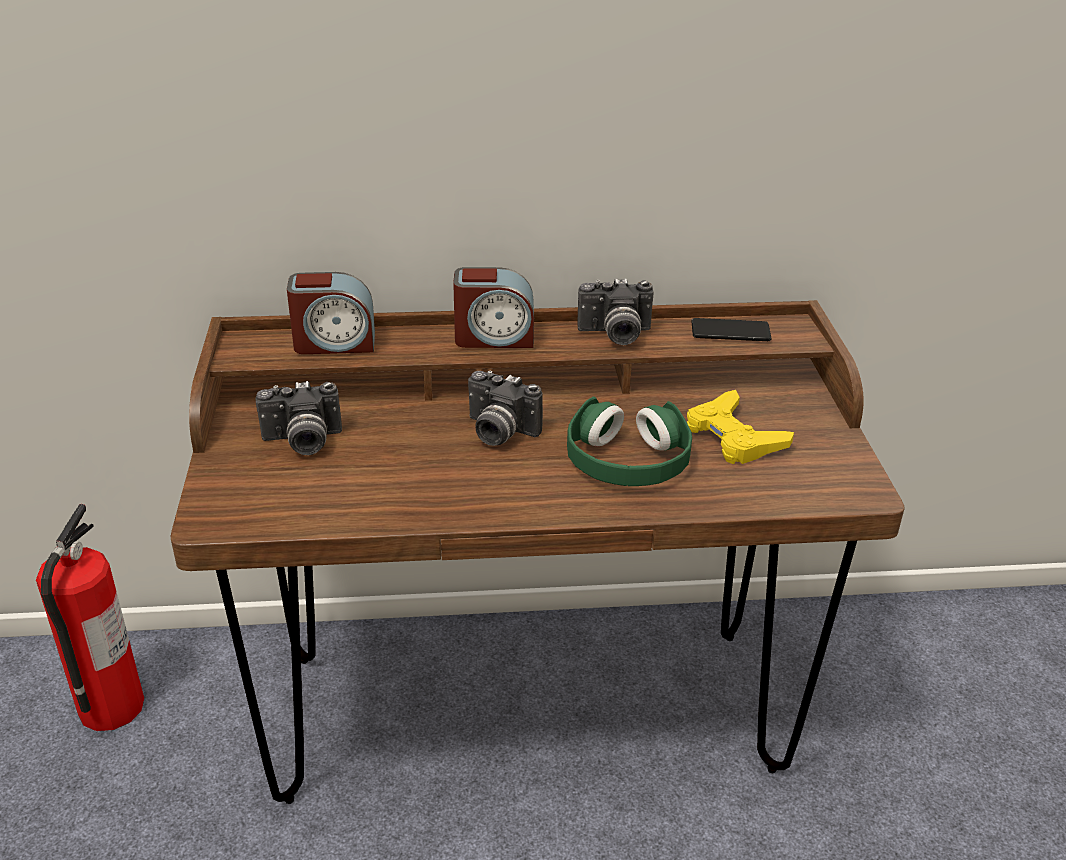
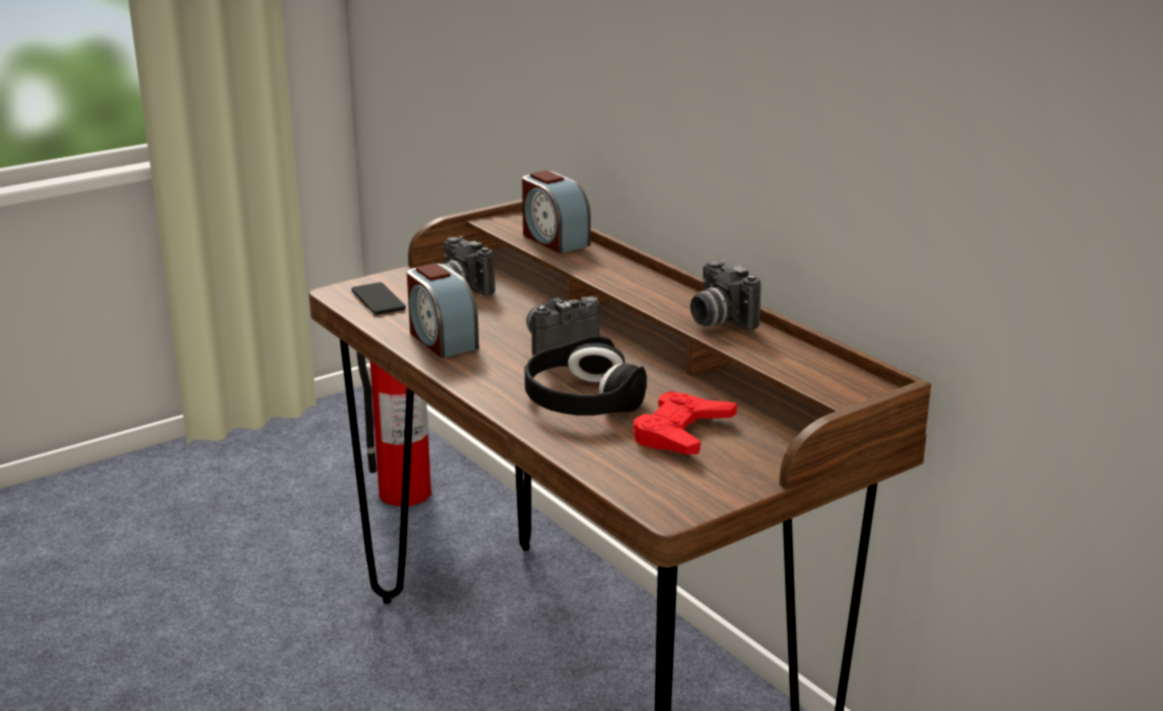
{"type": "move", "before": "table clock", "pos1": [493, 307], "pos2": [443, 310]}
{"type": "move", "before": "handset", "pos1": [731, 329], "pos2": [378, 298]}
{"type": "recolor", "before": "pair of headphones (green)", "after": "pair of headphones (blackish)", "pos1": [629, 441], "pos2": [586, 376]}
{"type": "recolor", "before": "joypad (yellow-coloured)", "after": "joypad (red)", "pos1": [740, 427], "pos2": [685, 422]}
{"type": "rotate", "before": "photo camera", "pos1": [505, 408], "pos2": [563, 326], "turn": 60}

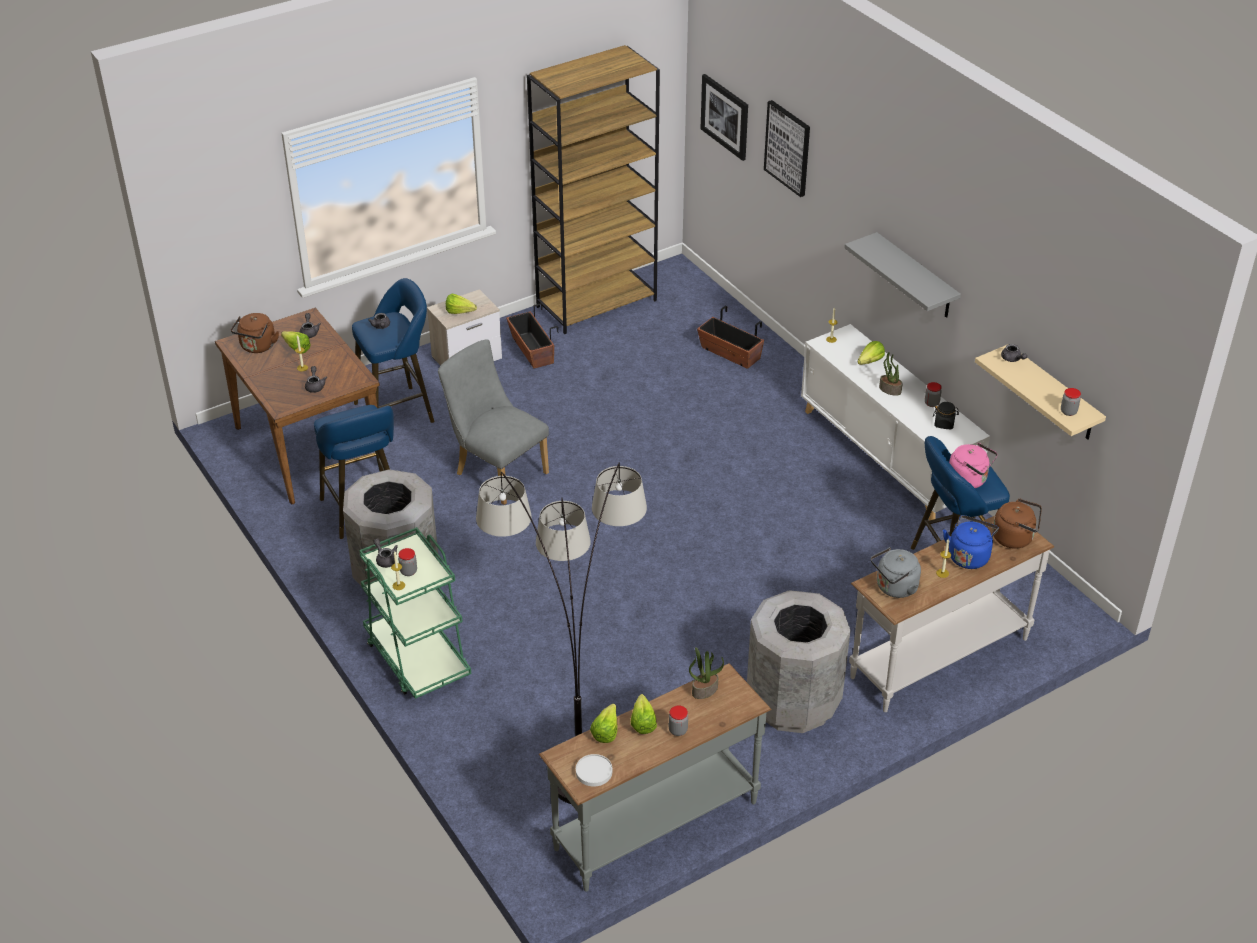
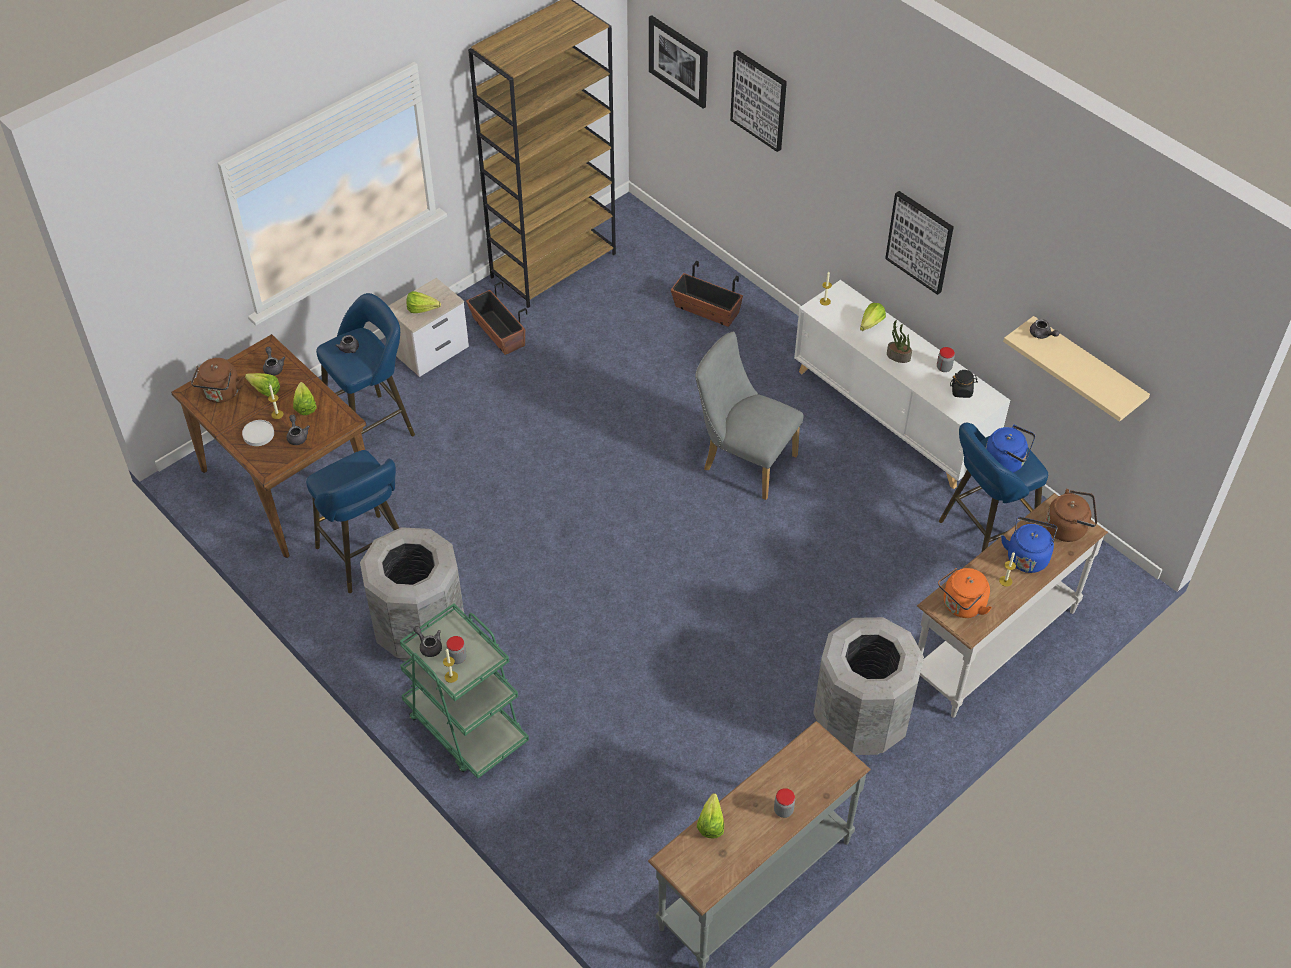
{"type": "delete", "before": "floor lamp", "pos1": [561, 633]}
{"type": "delete", "before": "plant in a pot", "pos1": [706, 673]}
{"type": "delete", "before": "preserve jar", "pos1": [1071, 402]}
{"type": "move", "before": "chair (grey)", "pos1": [493, 422], "pos2": [749, 416]}
{"type": "move", "before": "dinner plate (whitish)", "pos1": [594, 770], "pos2": [258, 433]}
{"type": "move", "before": "lettuce head", "pos1": [644, 714], "pos2": [305, 398]}
{"type": "replace", "before": "bracket shelf (grey)", "after": "wall art", "pos1": [902, 275], "pos2": [919, 243]}
{"type": "recolor", "before": "kettle (grey)", "after": "kettle (orange-coloured)", "pos1": [896, 572], "pos2": [965, 593]}
{"type": "recolor", "before": "kettle (pink)", "after": "kettle (blue)", "pos1": [973, 465], "pos2": [1010, 448]}

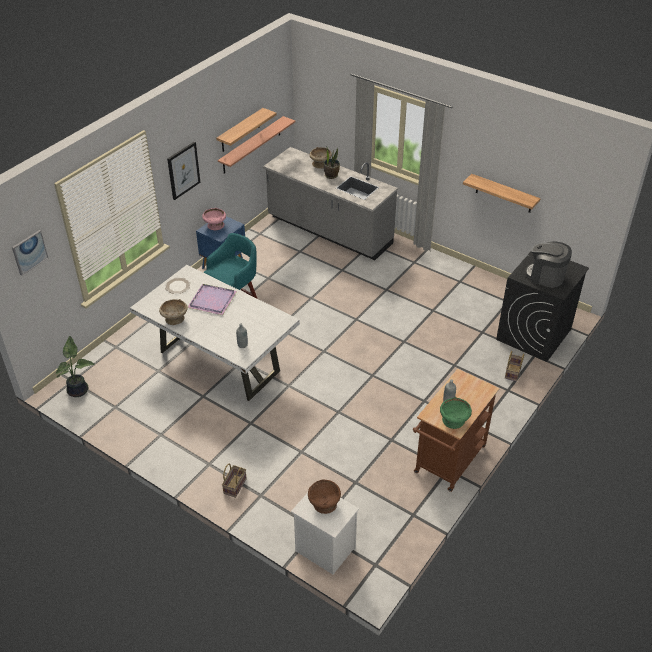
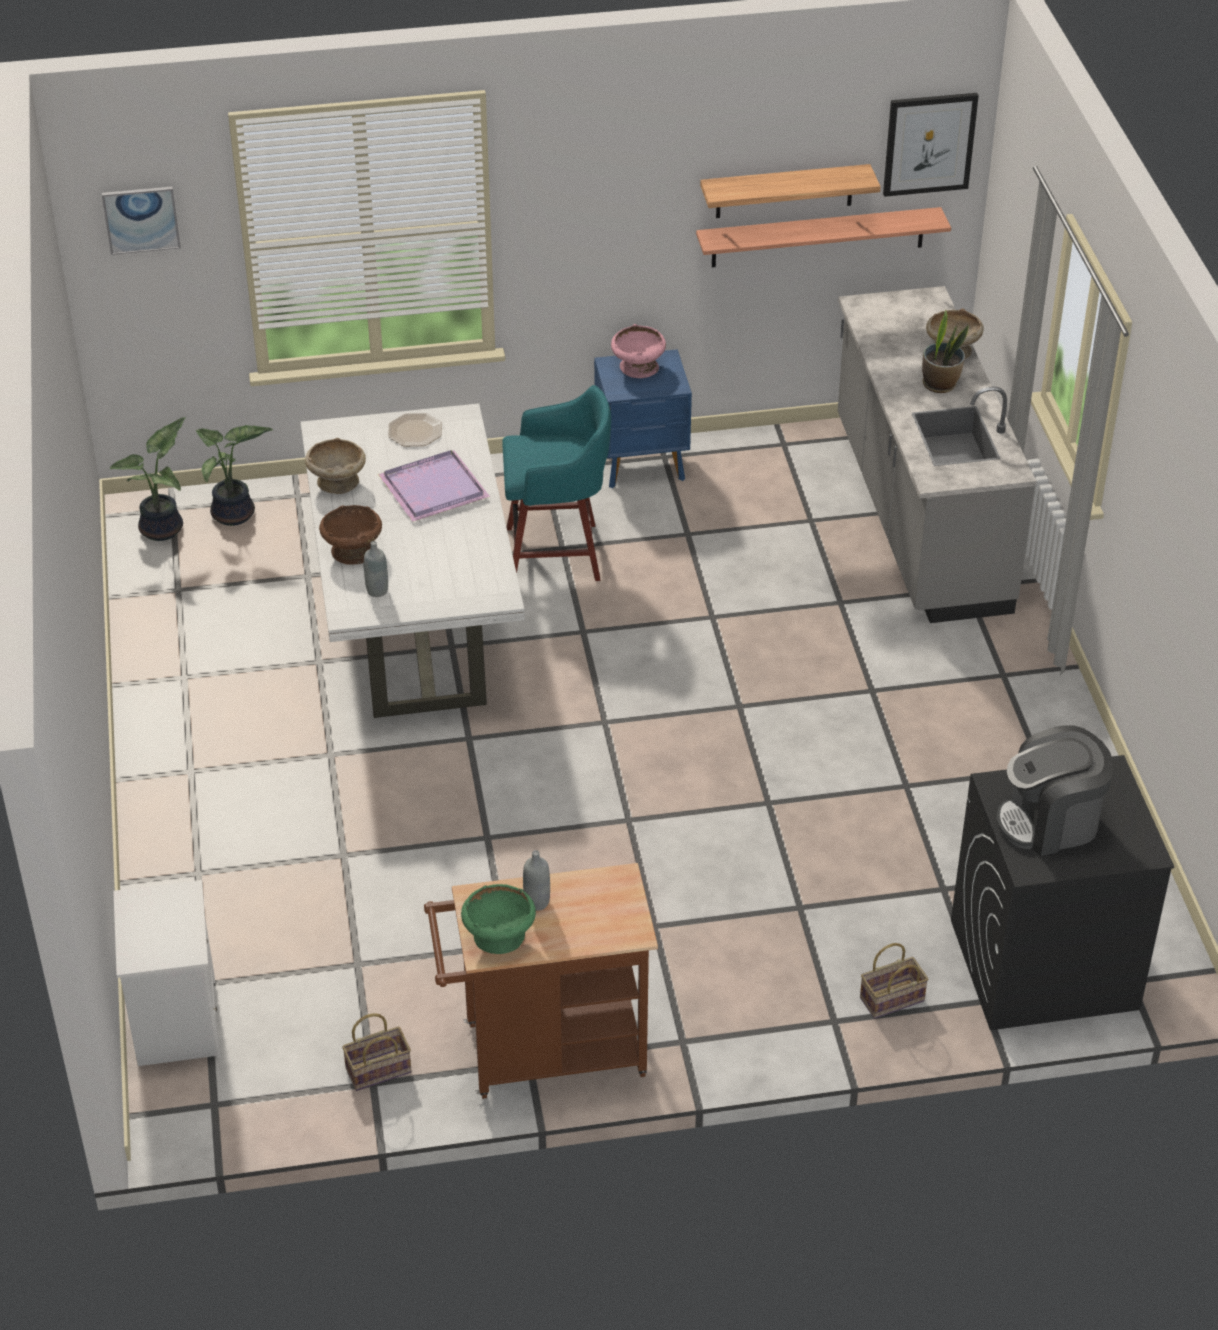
{"type": "delete", "before": "bracket shelf", "pos1": [502, 193]}
{"type": "insert", "after": "plant in a pot", "pos2": [234, 475]}
{"type": "move", "before": "wall art", "pos1": [184, 171], "pos2": [931, 145]}
{"type": "move", "before": "storage basket", "pos1": [234, 480], "pos2": [377, 1052]}
{"type": "move", "before": "serving bowl (brownish)", "pos1": [324, 496], "pos2": [350, 535]}
{"type": "rotate", "before": "coffee maker", "pos1": [548, 264], "pos2": [1054, 790], "turn": -90}

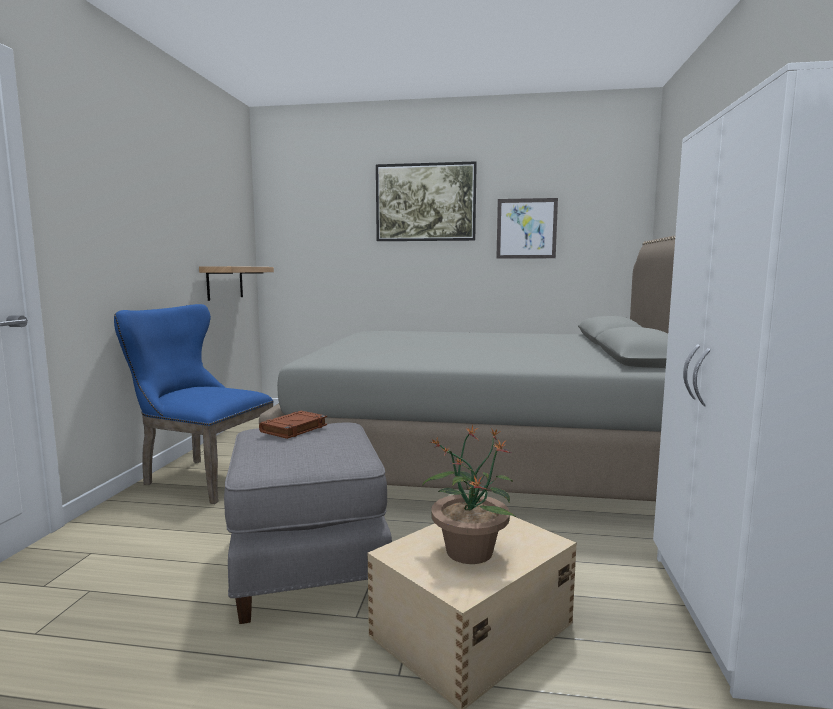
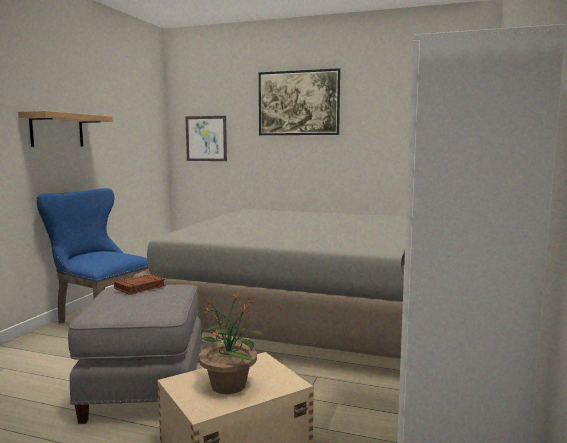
{"type": "move", "before": "bracket shelf", "pos1": [236, 283], "pos2": [65, 129]}
{"type": "move", "before": "wall art", "pos1": [527, 228], "pos2": [206, 138]}

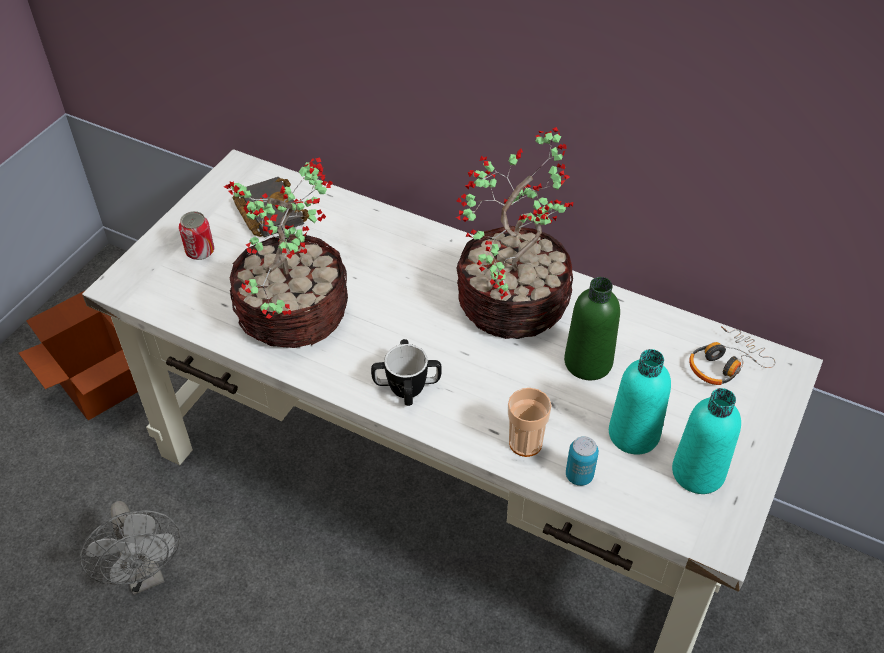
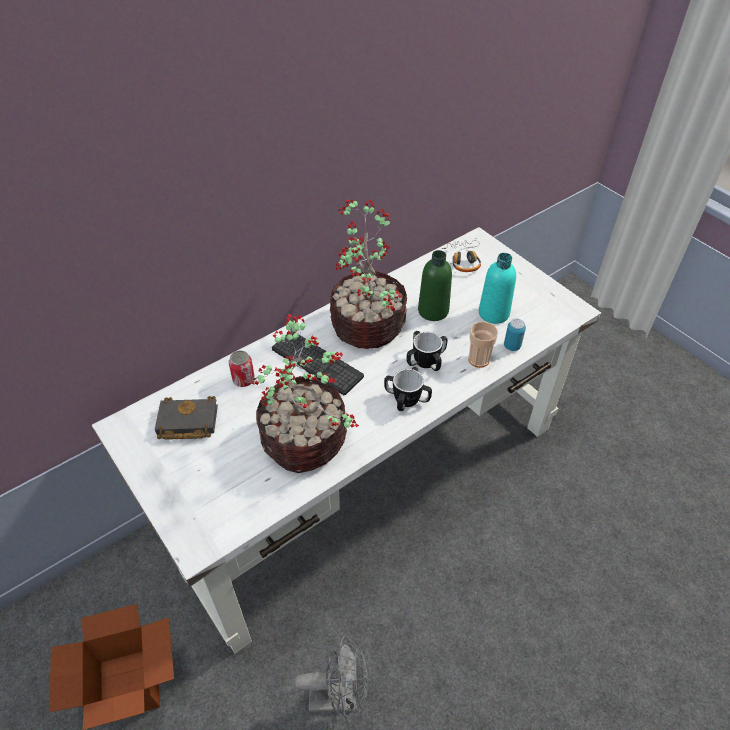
{"type": "delete", "before": "drink bottle (turquoise)", "pos1": [706, 441]}
{"type": "insert", "after": "keyboard", "pos2": [318, 363]}
{"type": "insert", "after": "mug", "pos2": [426, 351]}
{"type": "move", "before": "sealed can", "pos1": [196, 235], "pos2": [242, 369]}

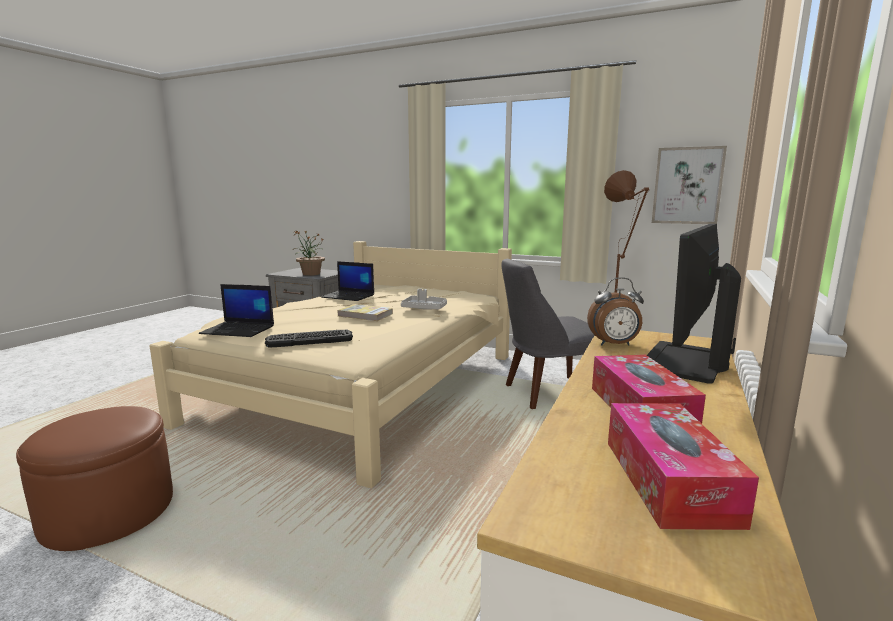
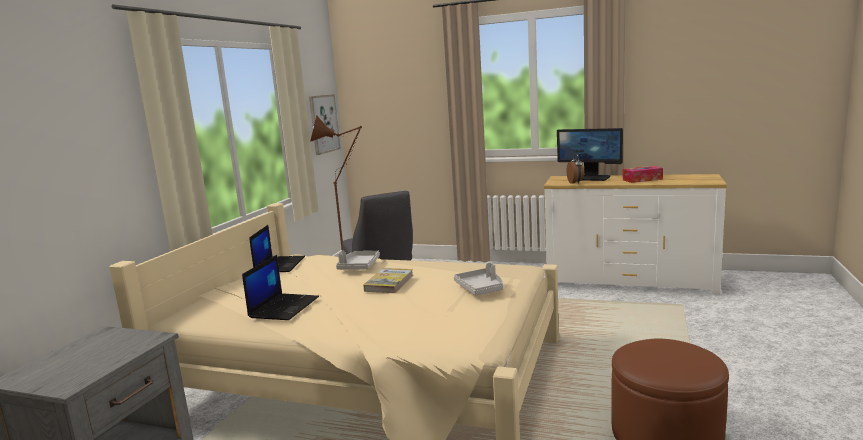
{"type": "delete", "before": "plant in a pot", "pos1": [308, 253]}
{"type": "delete", "before": "box of tissues", "pos1": [683, 466]}
{"type": "move", "before": "notebook computer", "pos1": [236, 310], "pos2": [277, 248]}
{"type": "replace", "before": "keyboard", "after": "tray (grey)", "pos1": [309, 338], "pos2": [478, 278]}

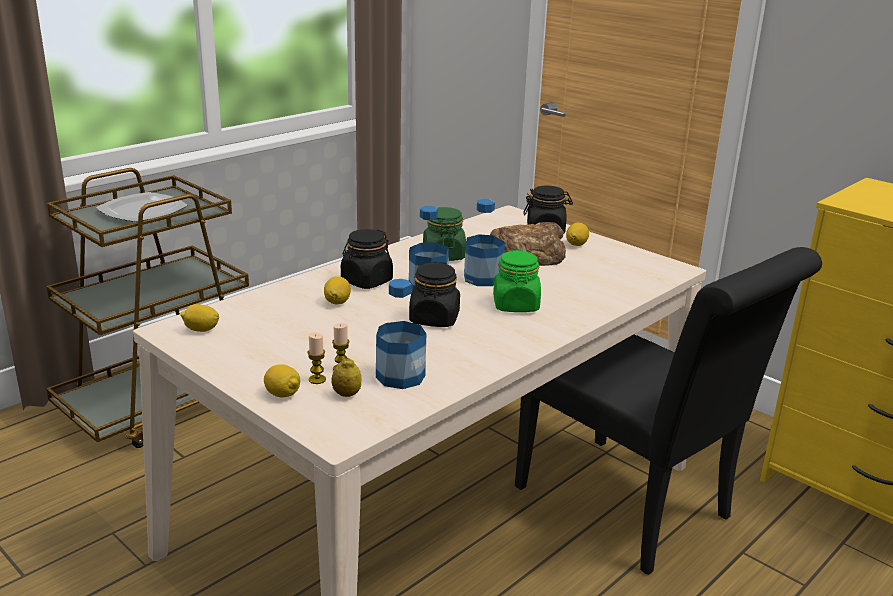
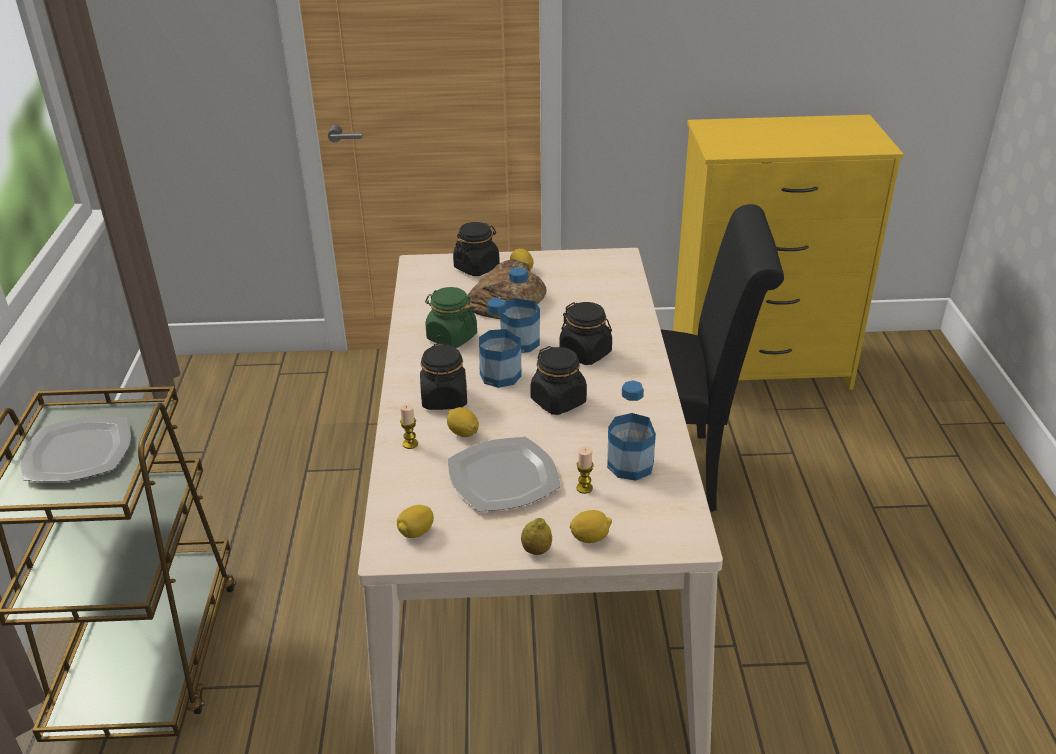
{"type": "insert", "after": "dinner plate", "pos2": [504, 474]}
{"type": "move", "before": "wax light", "pos1": [316, 358], "pos2": [409, 426]}
{"type": "move", "before": "whole lemon", "pos1": [346, 377], "pos2": [536, 536]}
{"type": "recolor", "before": "preserve jar (green)", "after": "preserve jar (blackish)", "pos1": [517, 281], "pos2": [586, 333]}

